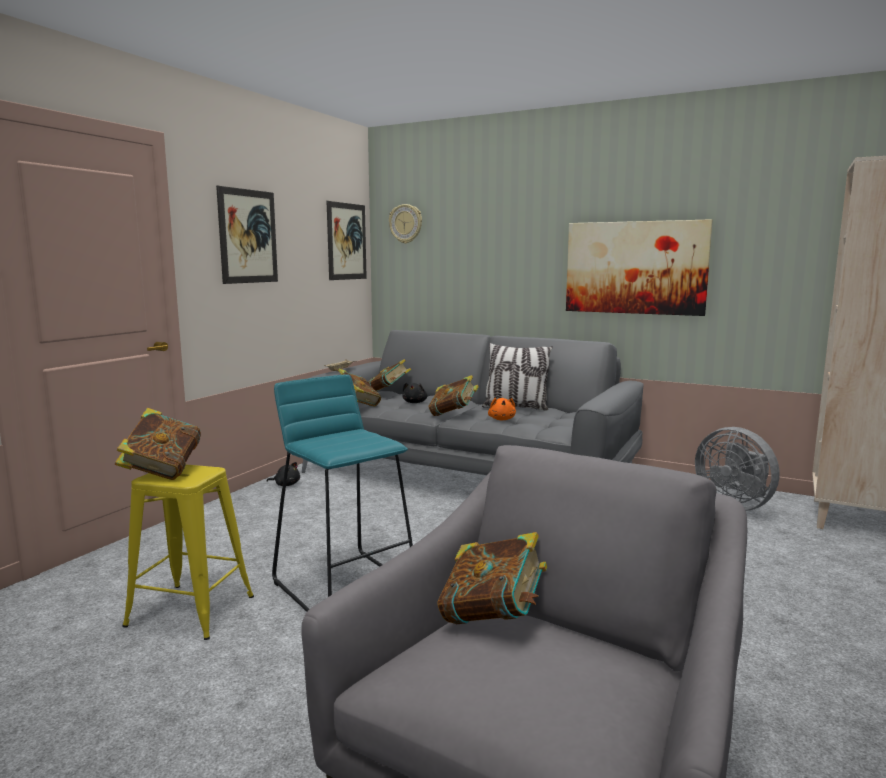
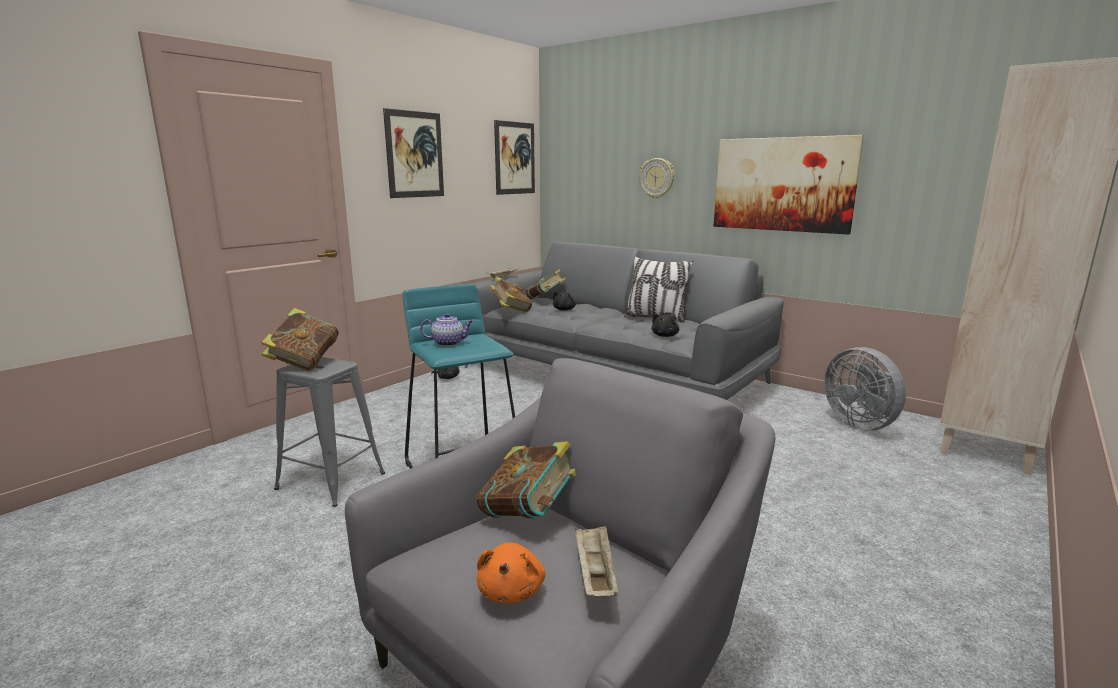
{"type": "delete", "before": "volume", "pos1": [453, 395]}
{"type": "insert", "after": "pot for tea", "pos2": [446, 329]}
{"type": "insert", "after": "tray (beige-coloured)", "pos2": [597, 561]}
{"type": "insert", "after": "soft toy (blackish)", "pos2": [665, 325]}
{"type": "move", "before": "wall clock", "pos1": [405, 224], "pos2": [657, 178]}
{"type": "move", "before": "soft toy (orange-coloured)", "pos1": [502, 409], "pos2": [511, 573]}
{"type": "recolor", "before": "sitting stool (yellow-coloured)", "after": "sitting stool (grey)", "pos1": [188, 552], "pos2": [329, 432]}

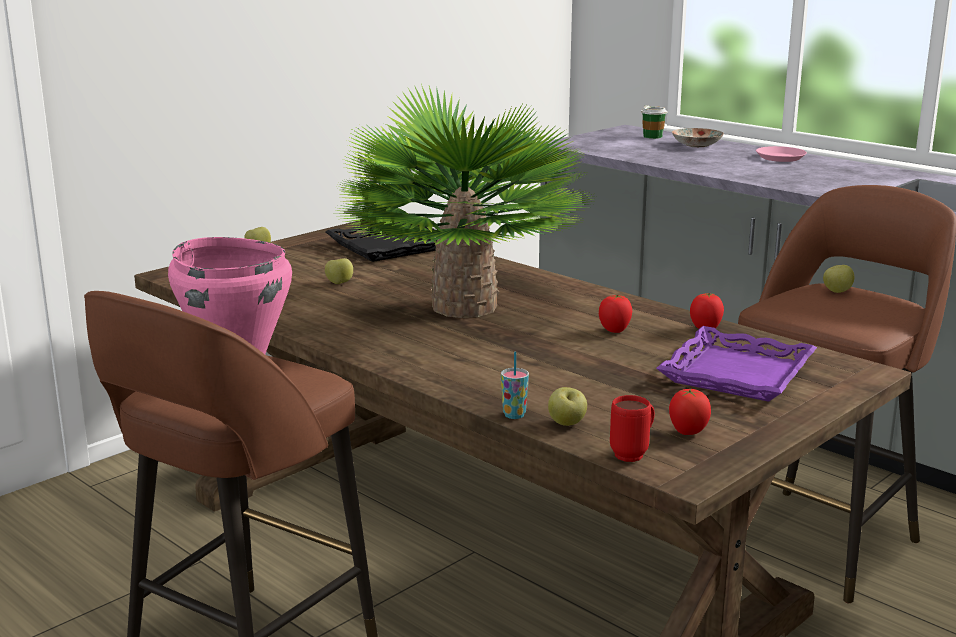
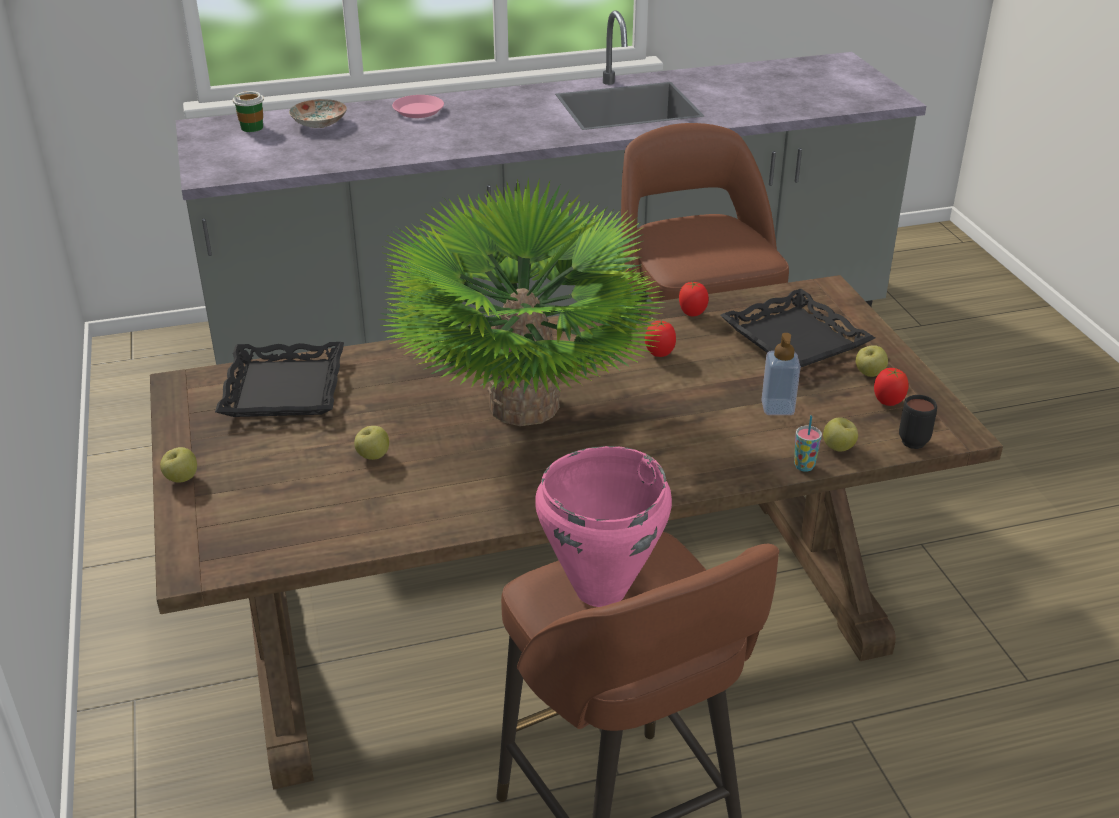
{"type": "insert", "after": "soap bottle", "pos2": [781, 374]}
{"type": "move", "before": "apple", "pos1": [838, 279], "pos2": [872, 361]}
{"type": "recolor", "before": "mug (red)", "after": "mug (blackish)", "pos1": [632, 428], "pos2": [918, 422]}
{"type": "recolor", "before": "tray (purple-coloured)", "after": "tray (blackish)", "pos1": [736, 364], "pos2": [797, 328]}

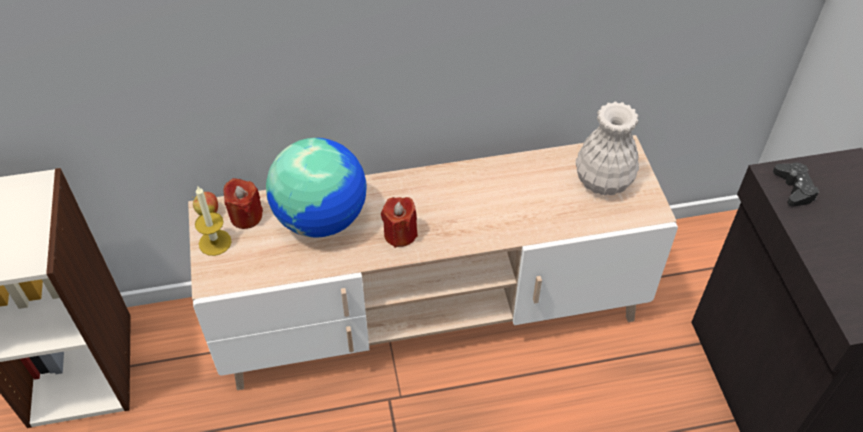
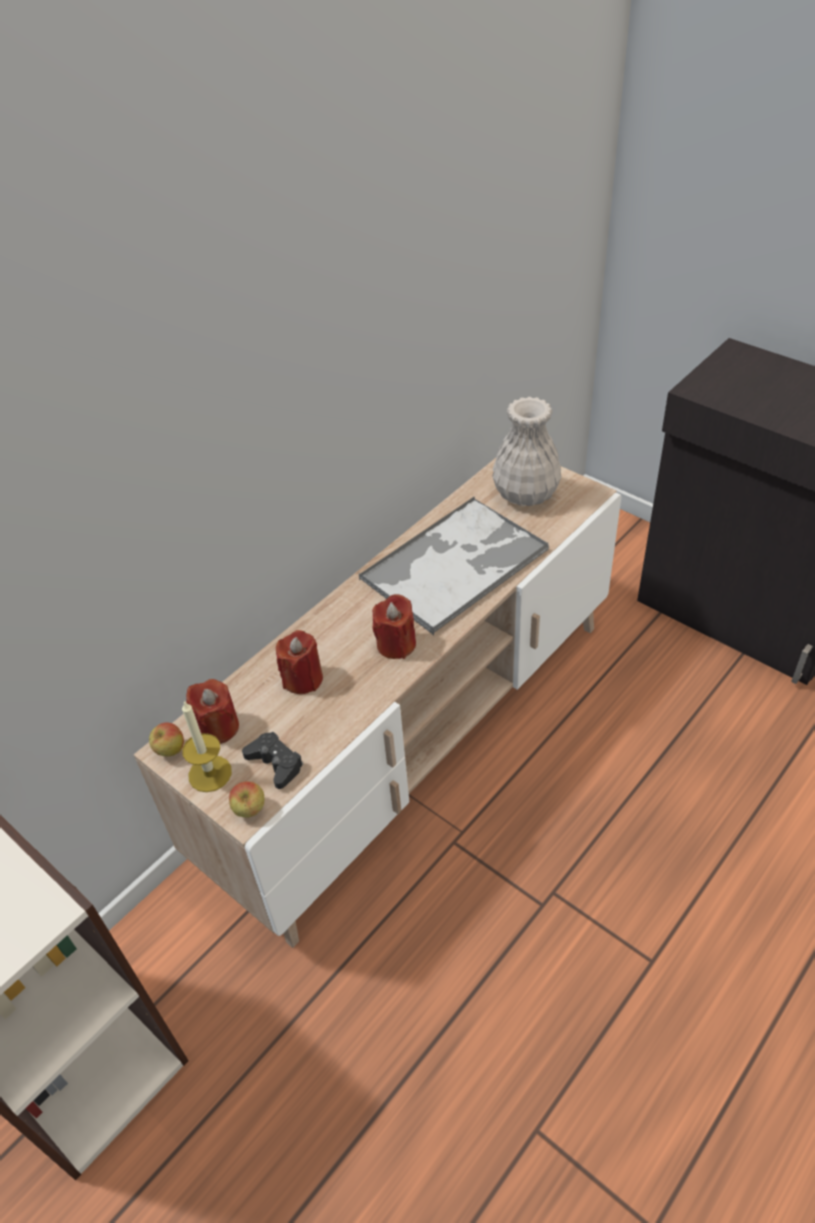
{"type": "insert", "after": "apple", "pos2": [246, 799]}
{"type": "insert", "after": "tray", "pos2": [454, 565]}
{"type": "move", "before": "joypad (blackish)", "pos1": [796, 184], "pos2": [272, 760]}
{"type": "replace", "before": "globe", "after": "wax light (red)", "pos1": [316, 187], "pos2": [299, 662]}

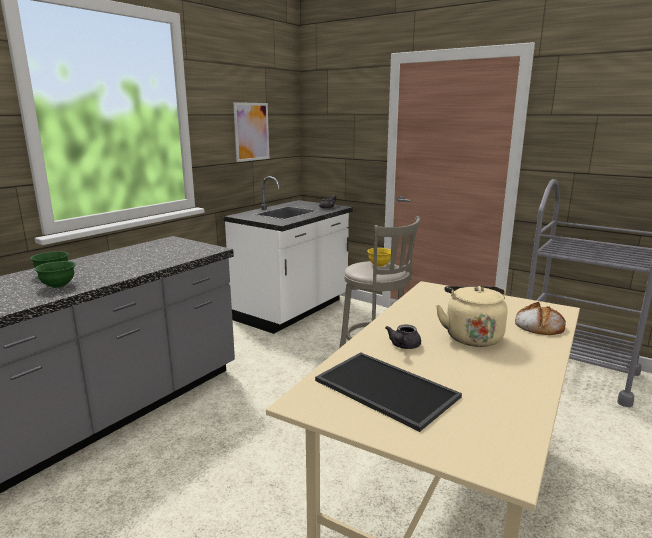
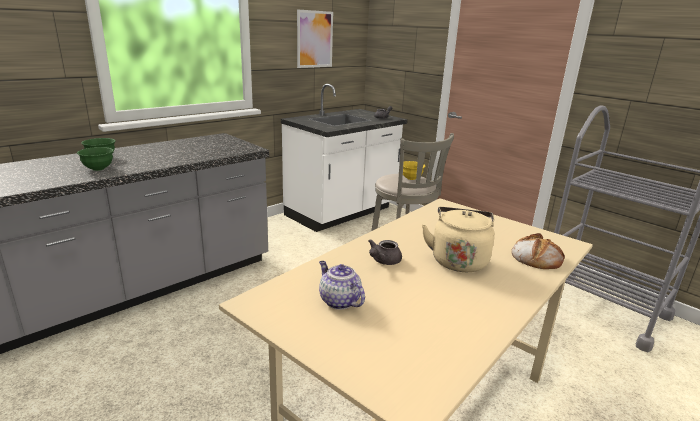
{"type": "replace", "before": "tray", "after": "pot for tea", "pos1": [388, 392], "pos2": [342, 285]}

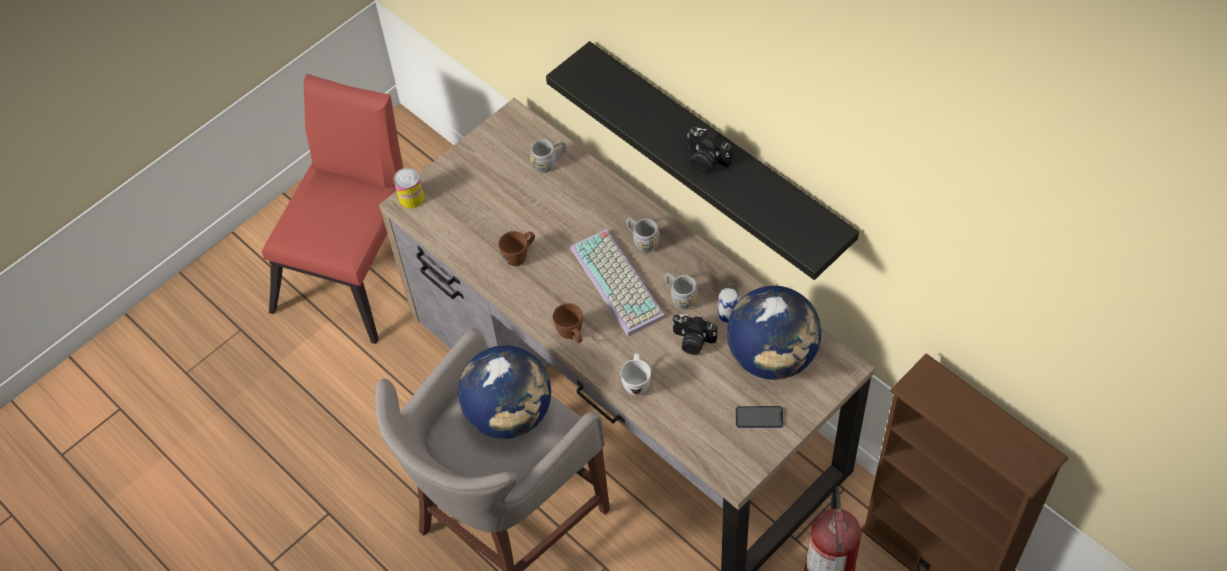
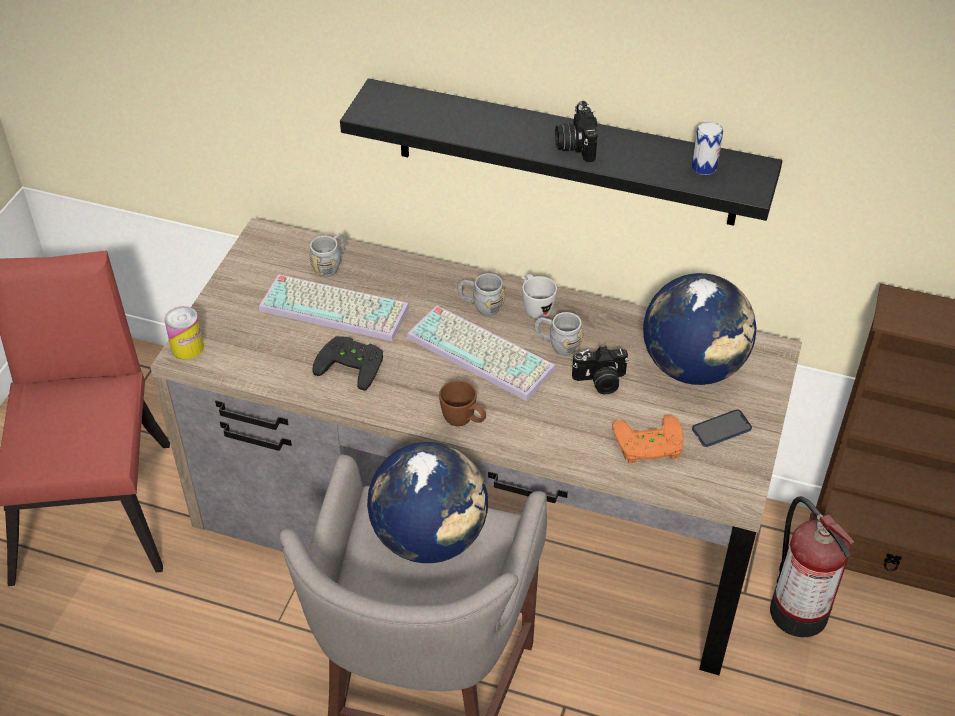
{"type": "insert", "after": "keyboard", "pos2": [334, 308]}
{"type": "insert", "after": "joypad (orange-coloured)", "pos2": [647, 439]}
{"type": "move", "before": "mug (whitish)", "pos1": [635, 374], "pos2": [539, 296]}
{"type": "move", "before": "sealed can", "pos1": [728, 305], "pos2": [707, 148]}
{"type": "replace", "before": "mug (brownish)", "after": "joypad (blackish)", "pos1": [516, 248], "pos2": [347, 363]}
{"type": "rotate", "before": "photo camera", "pos1": [709, 150], "pos2": [576, 131], "turn": 75}

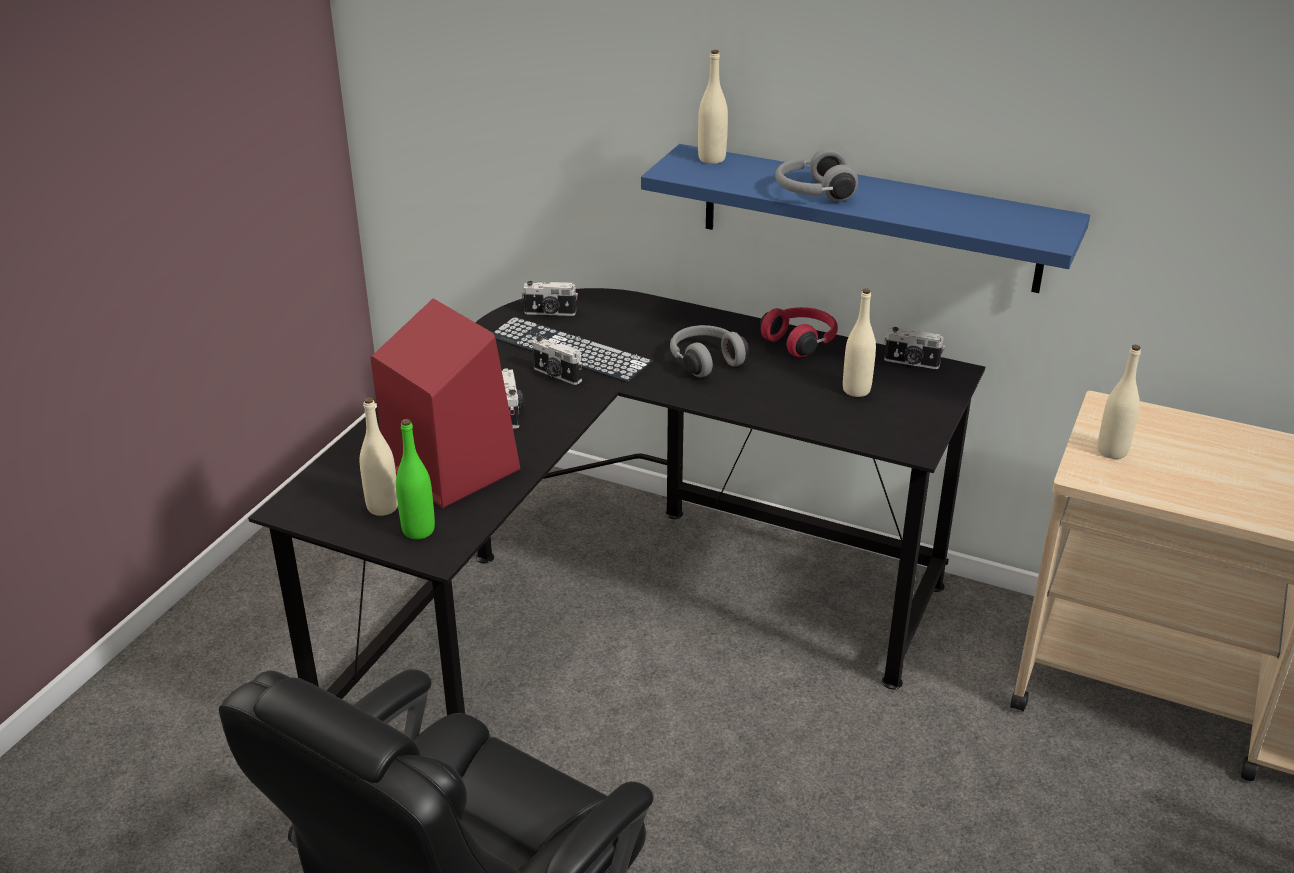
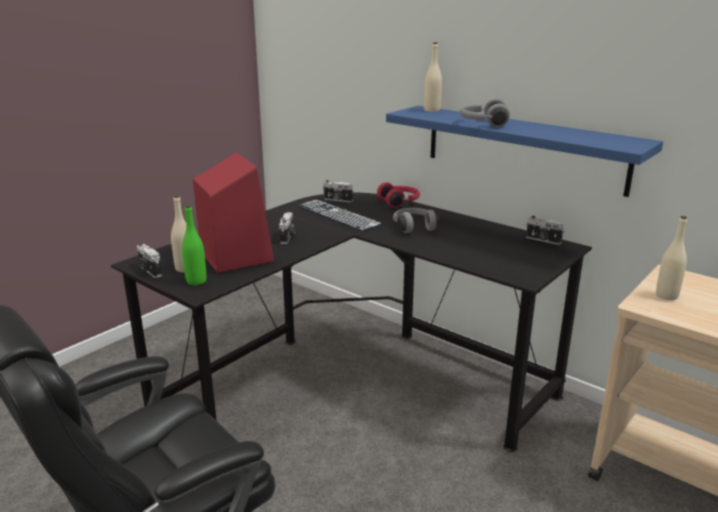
{"type": "delete", "before": "drink bottle (beige-coloured)", "pos1": [859, 342]}
{"type": "move", "before": "photo camera", "pos1": [557, 360], "pos2": [149, 260]}
{"type": "move", "before": "pair of headphones (red)", "pos1": [799, 332], "pos2": [398, 195]}

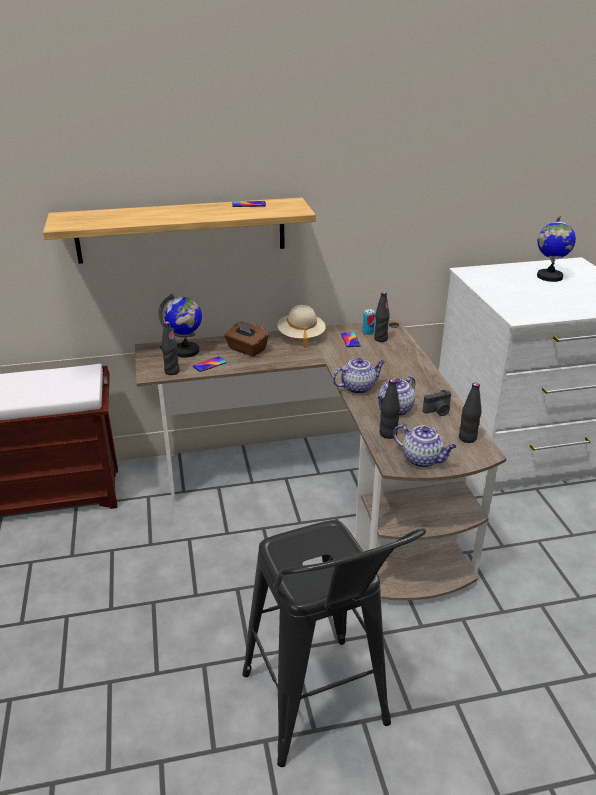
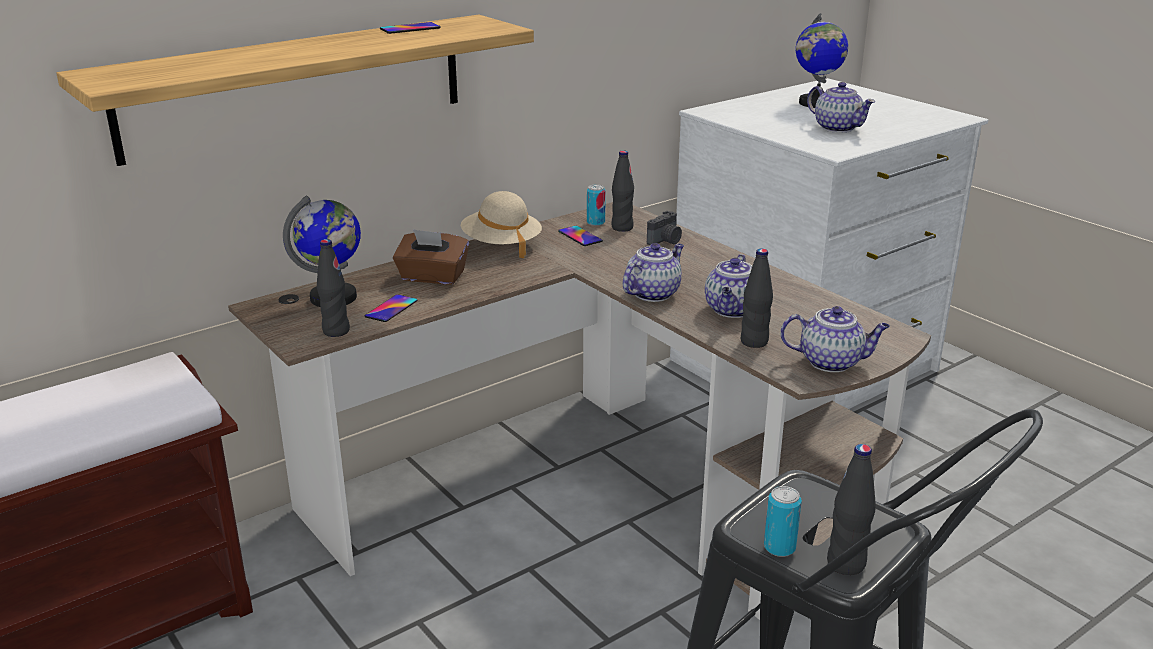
{"type": "insert", "after": "sealed can", "pos2": [783, 521]}
{"type": "insert", "after": "pot for tea", "pos2": [841, 107]}
{"type": "move", "before": "photo camera", "pos1": [437, 403], "pos2": [664, 228]}
{"type": "move", "before": "drink bottle (blackish)", "pos1": [470, 413], "pos2": [851, 509]}

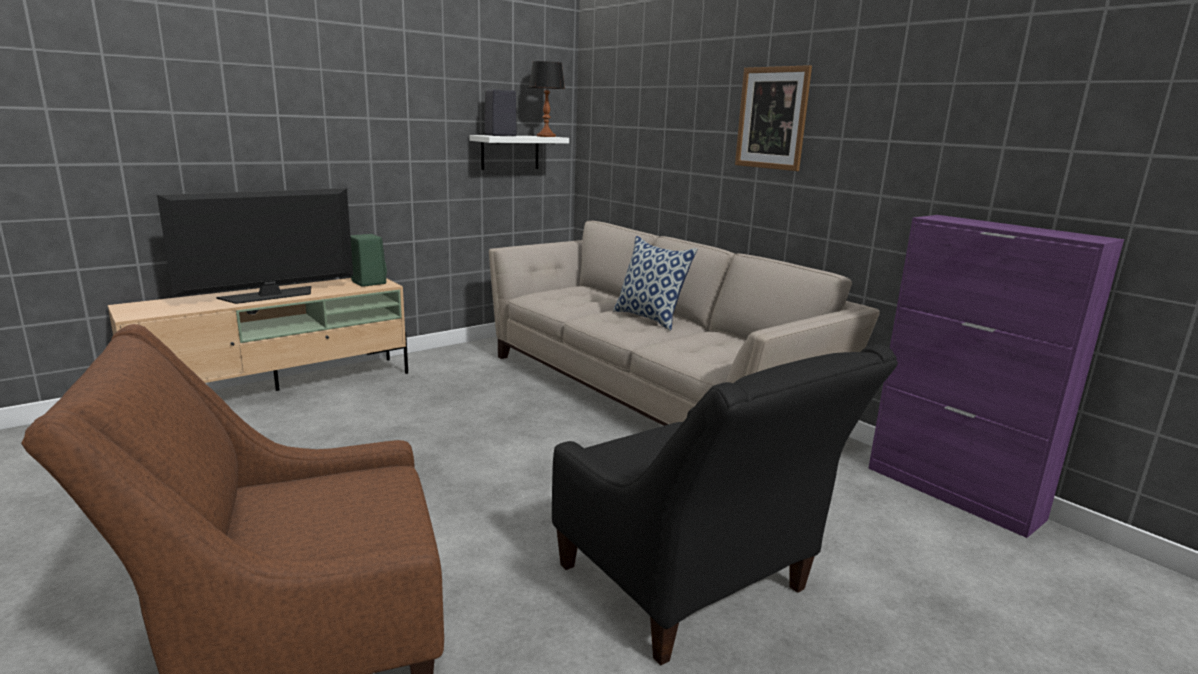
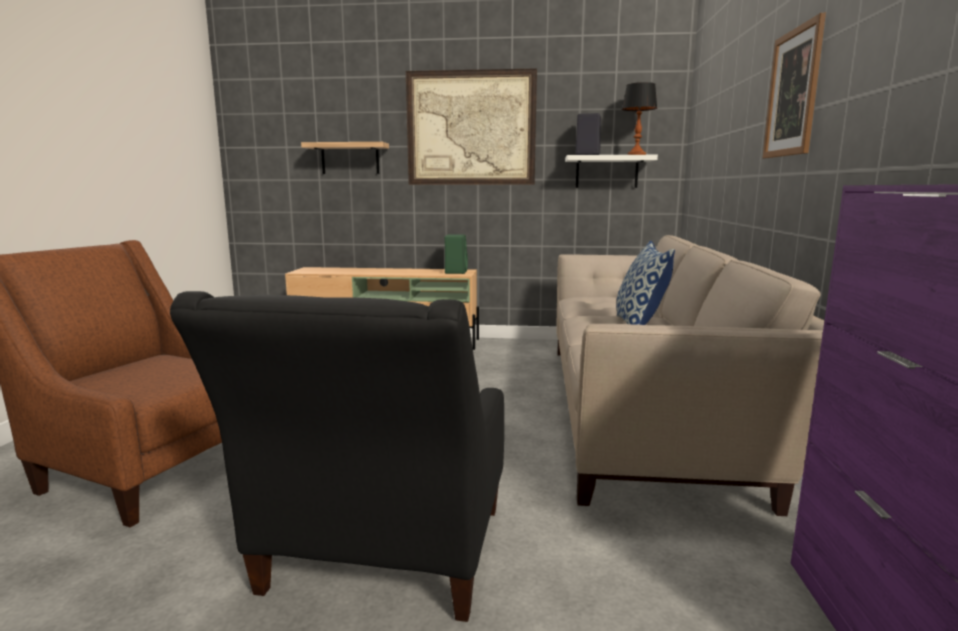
{"type": "delete", "before": "TV", "pos1": [255, 246]}
{"type": "insert", "after": "bracket shelf", "pos2": [345, 158]}
{"type": "insert", "after": "wall art", "pos2": [471, 126]}

